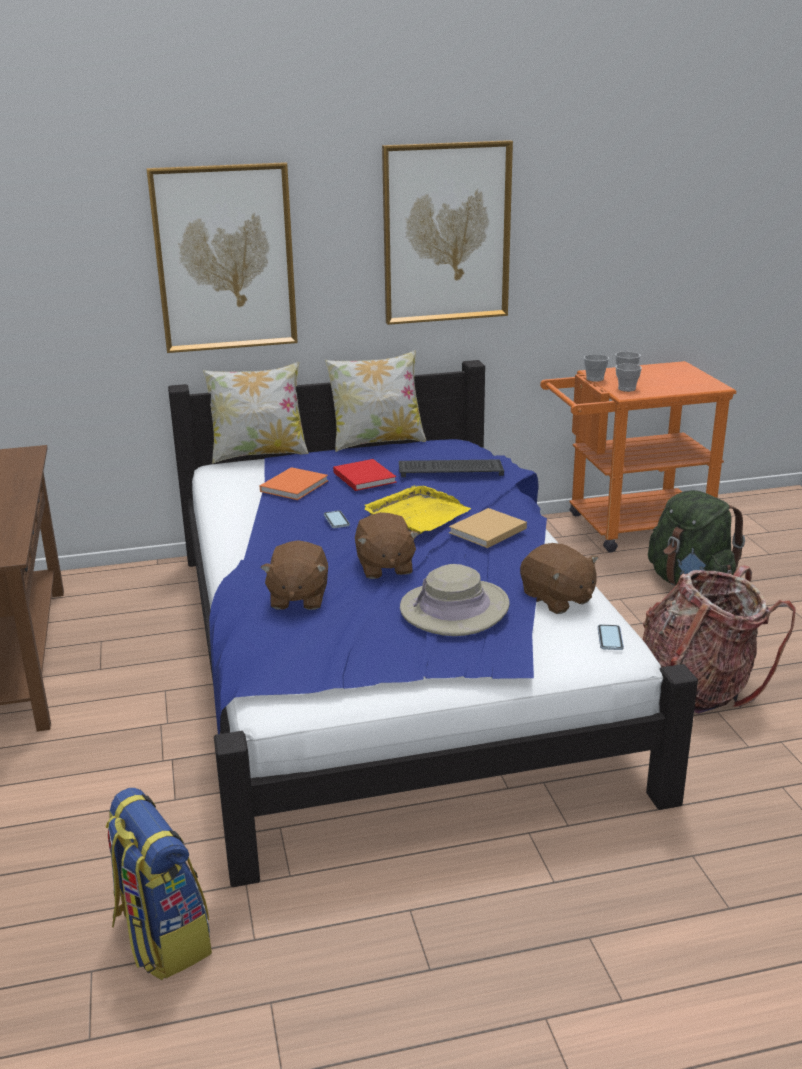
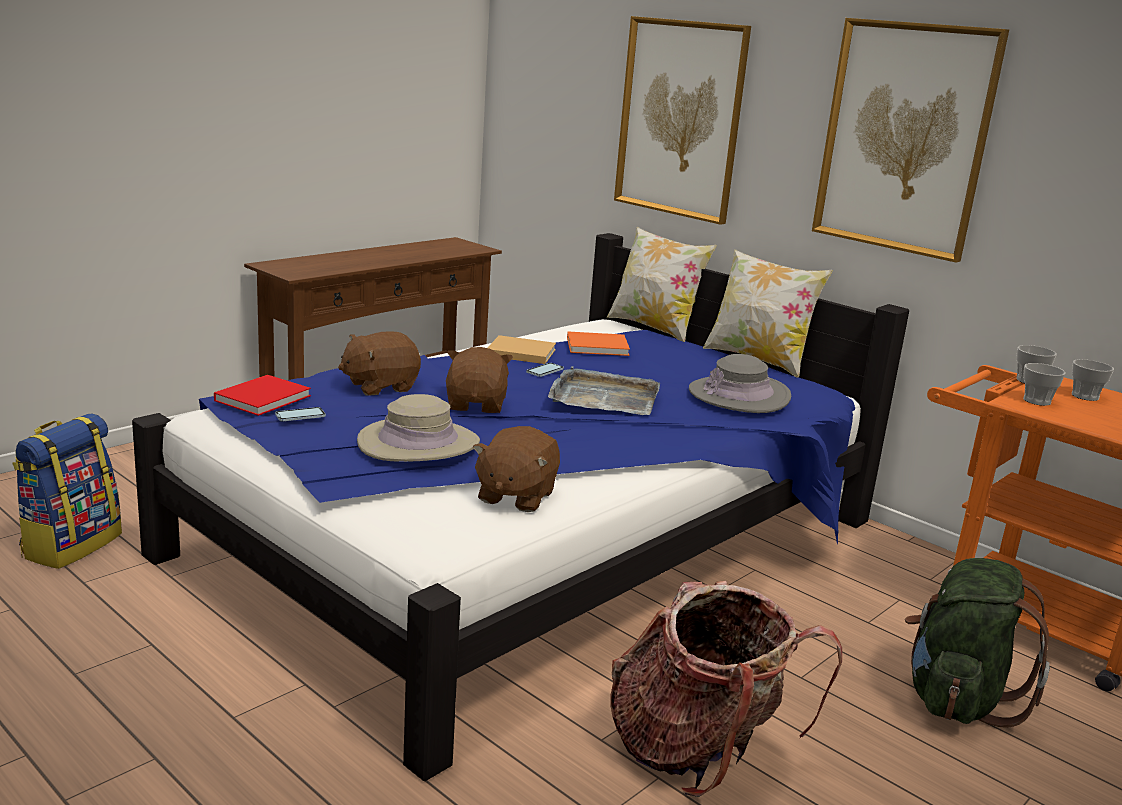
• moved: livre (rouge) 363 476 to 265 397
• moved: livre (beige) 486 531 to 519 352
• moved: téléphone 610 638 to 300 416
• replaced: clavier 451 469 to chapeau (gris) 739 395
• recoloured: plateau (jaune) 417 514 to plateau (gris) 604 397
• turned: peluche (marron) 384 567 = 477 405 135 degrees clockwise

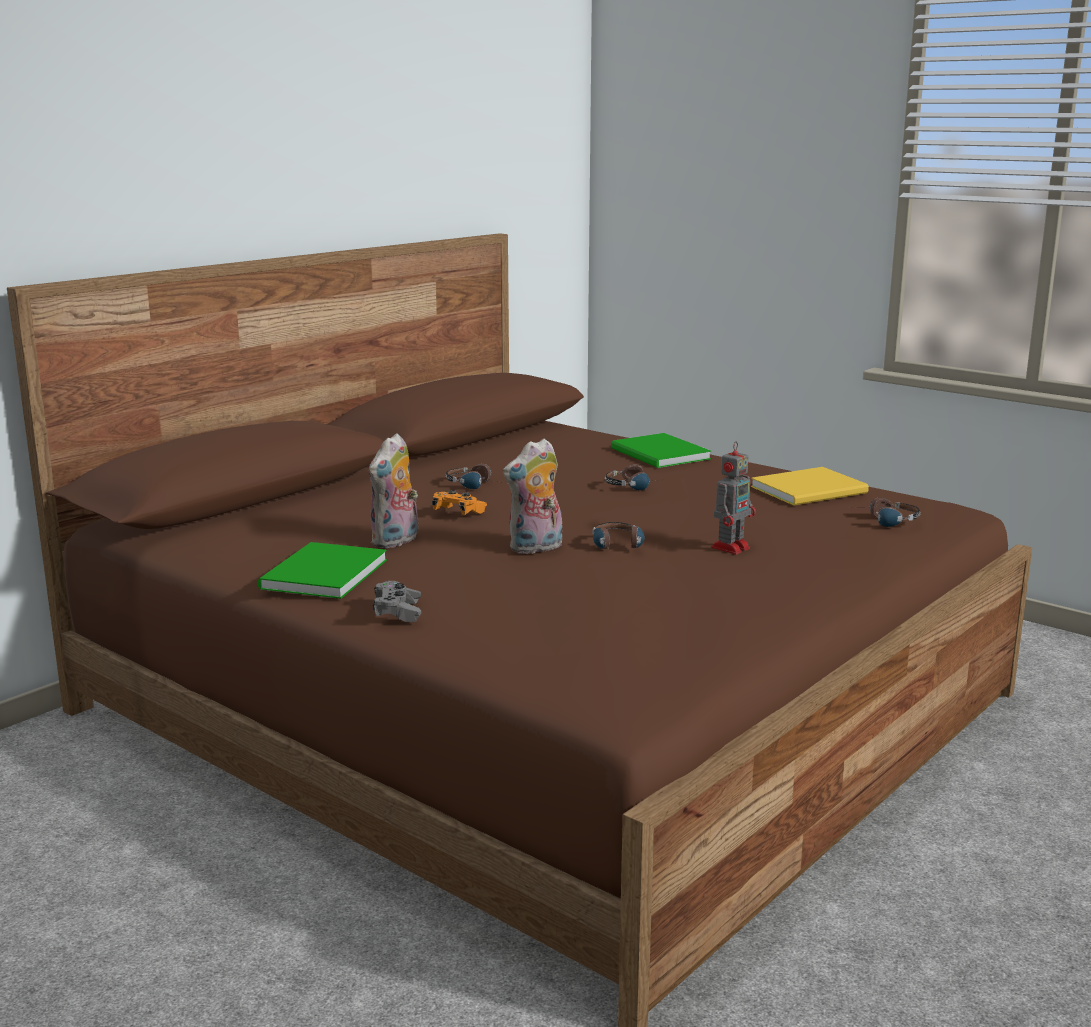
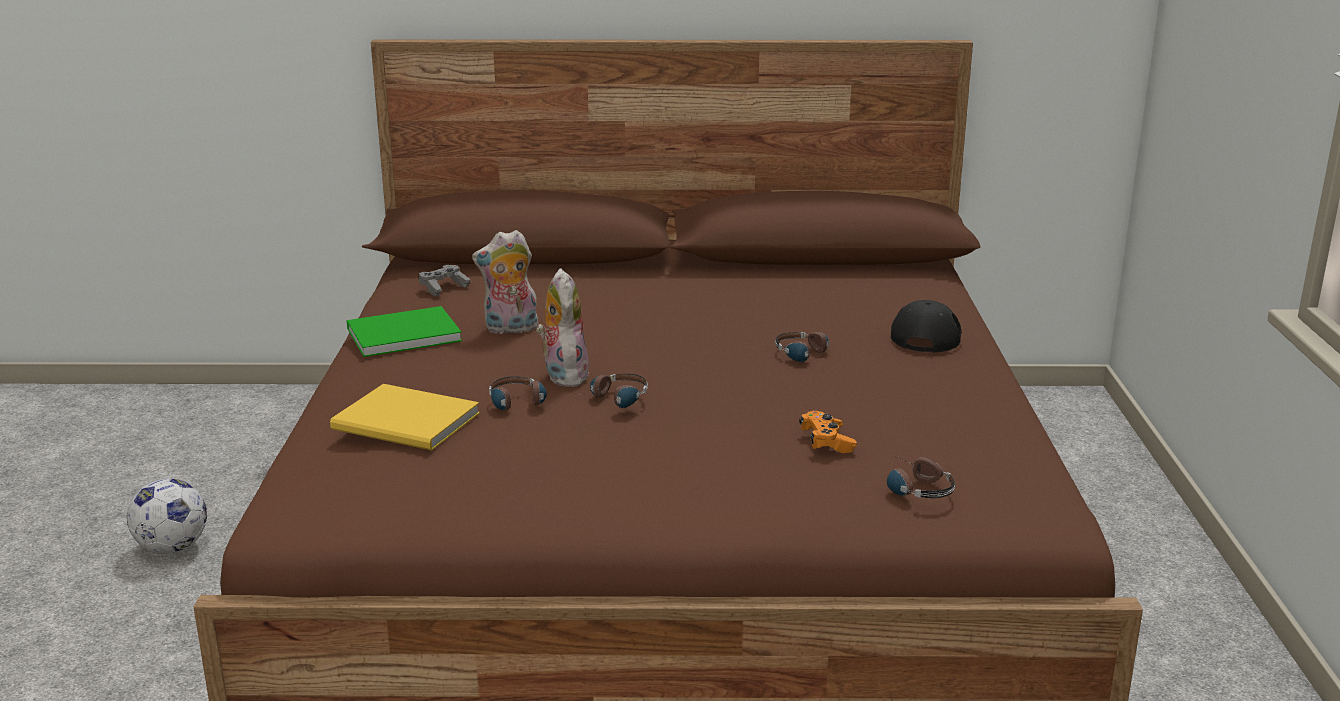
• removed: robot jouet 731 547
• added: ballon de foot 173 548
• moved: manette (gris) 397 612 to 443 288
• moved: manette (orange) 458 512 to 826 442
• moved: casque audio 476 484 to 519 405
• moved: livre (jaune) 812 490 to 407 423
• replaced: livre (vert) 659 454 to casquette (noir) 927 334
• turned: peluche 536 548 = 563 375 60 degrees clockwise

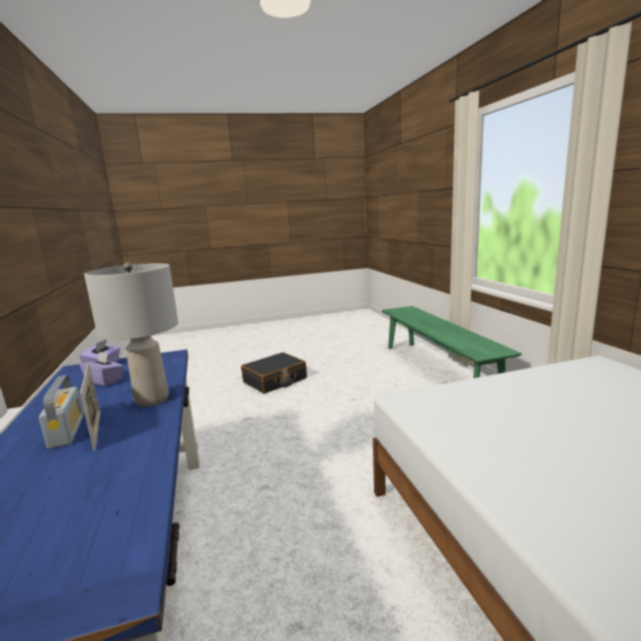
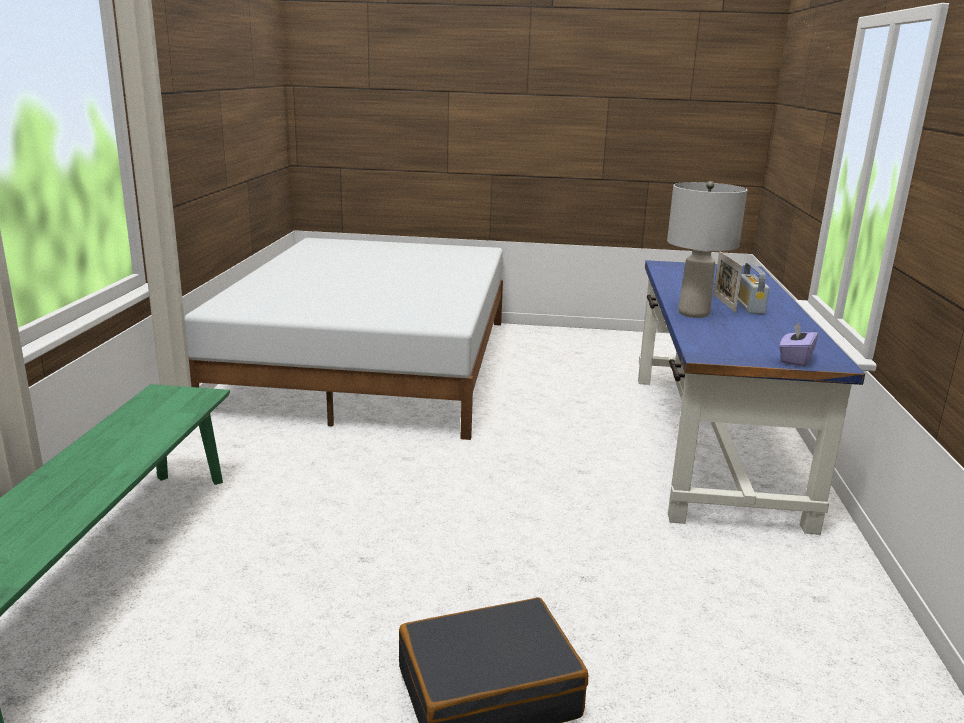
• removed: boîte à mouchoirs (violet) 105 381

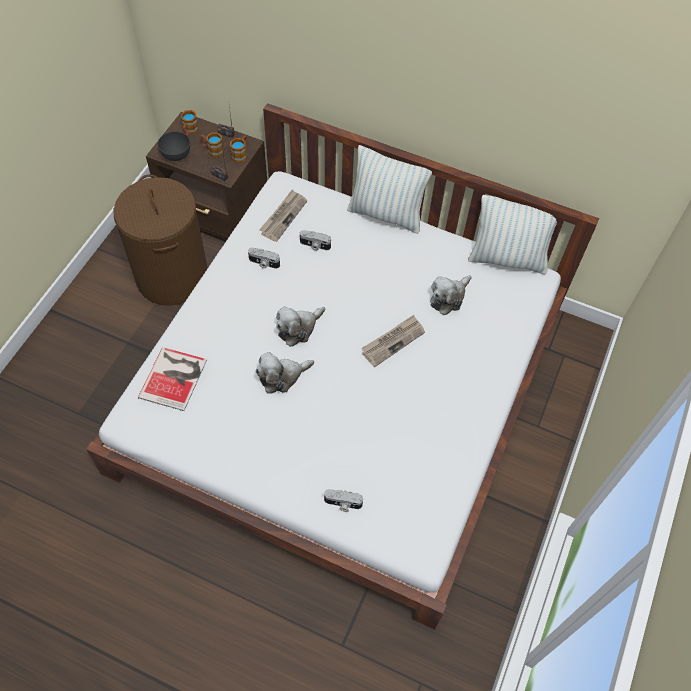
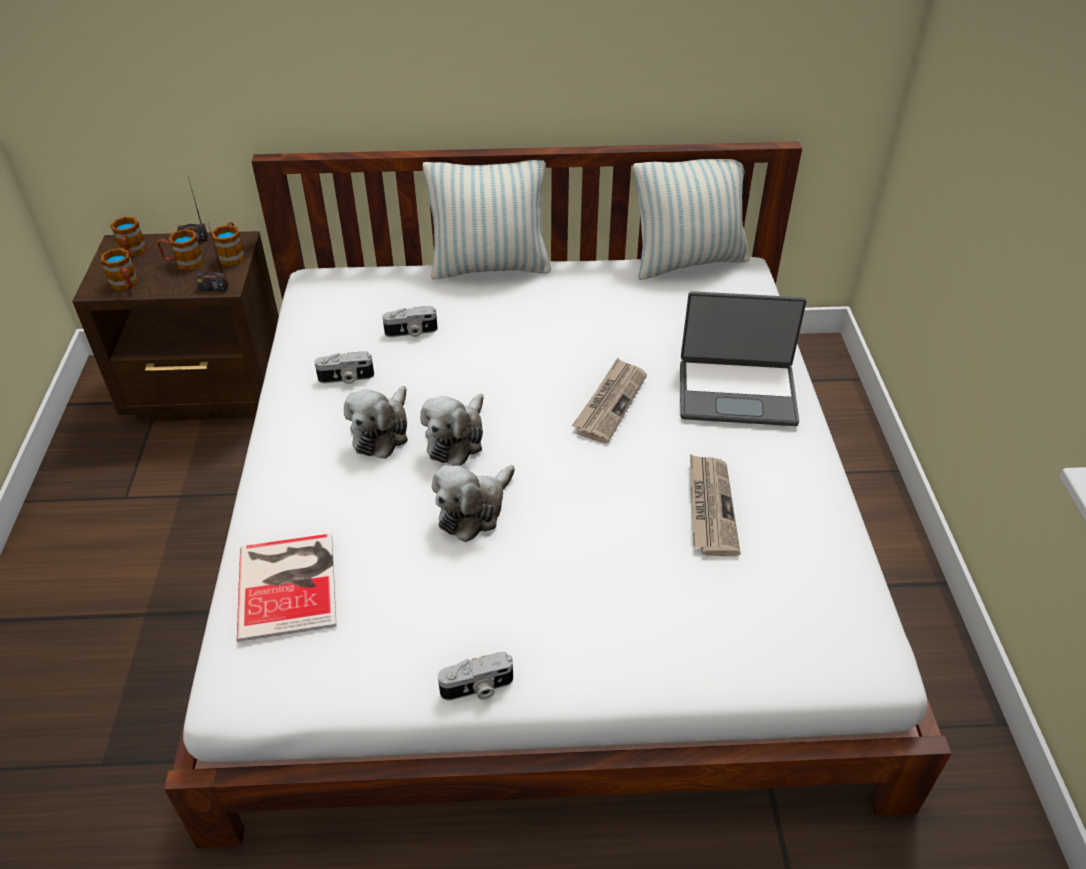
• removed: panier à linge (marron) 173 277
• added: ordinateur portable 737 392
• moved: journal 283 216 to 710 507
• moved: appareil photo 342 504 to 477 688
• moved: peluche 448 298 to 382 431
• replaced: bol (gris) 176 155 to mug 126 285

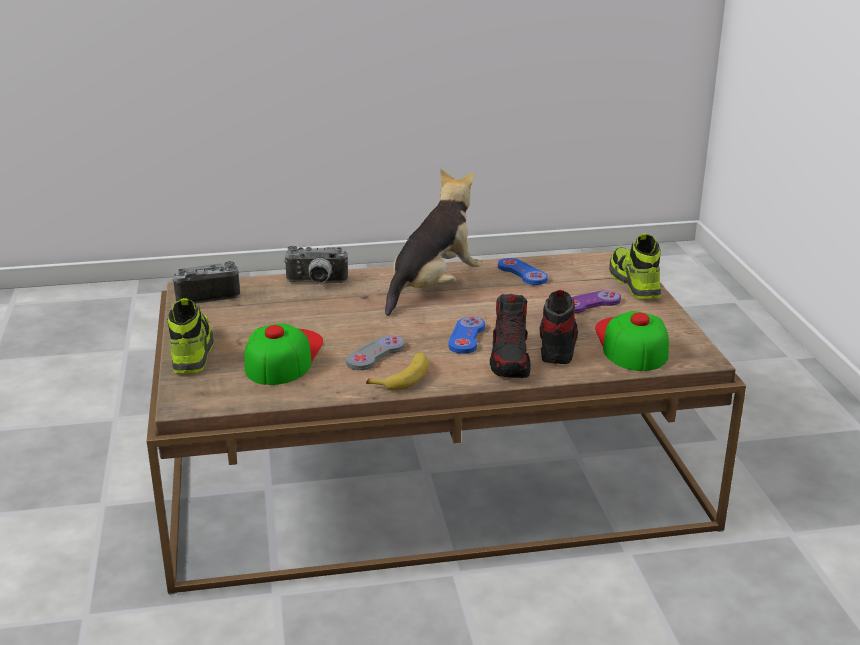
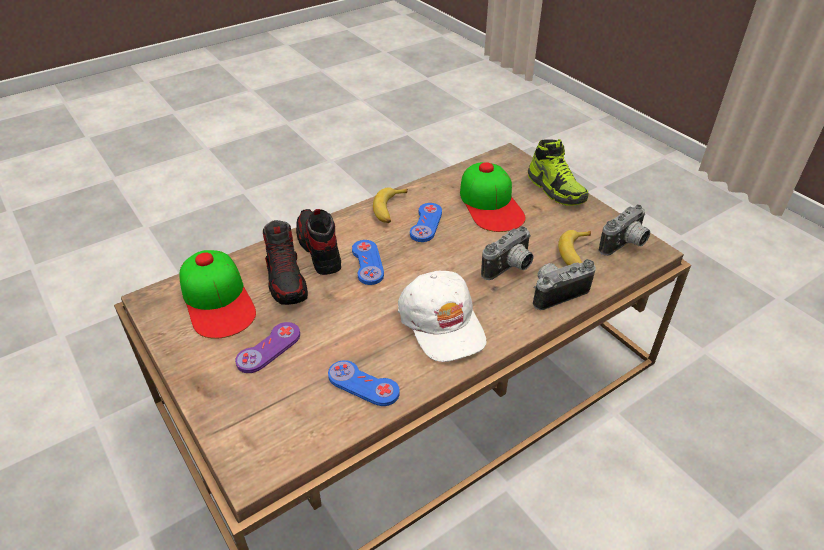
• removed: chaussure 634 283
• added: appareil photo 510 269
• added: banane 576 255
• replaced: peluche 433 288 to casquette (blanc) 442 323
• recoloured: manette (gris) 375 355 to manette (bleu) 426 223

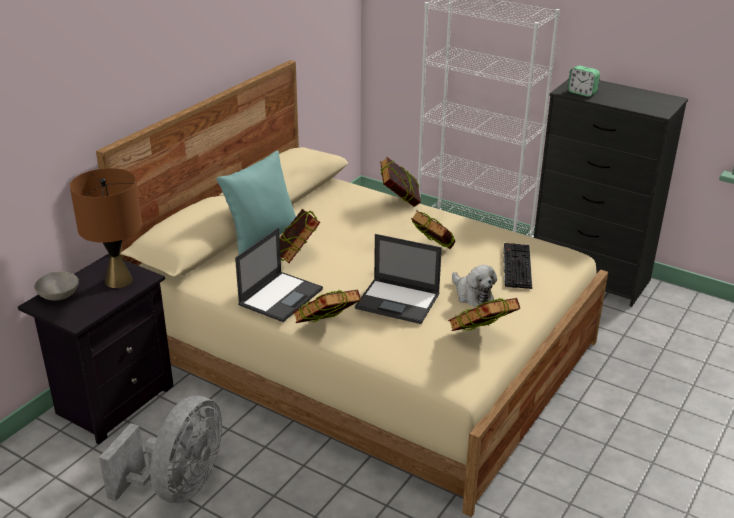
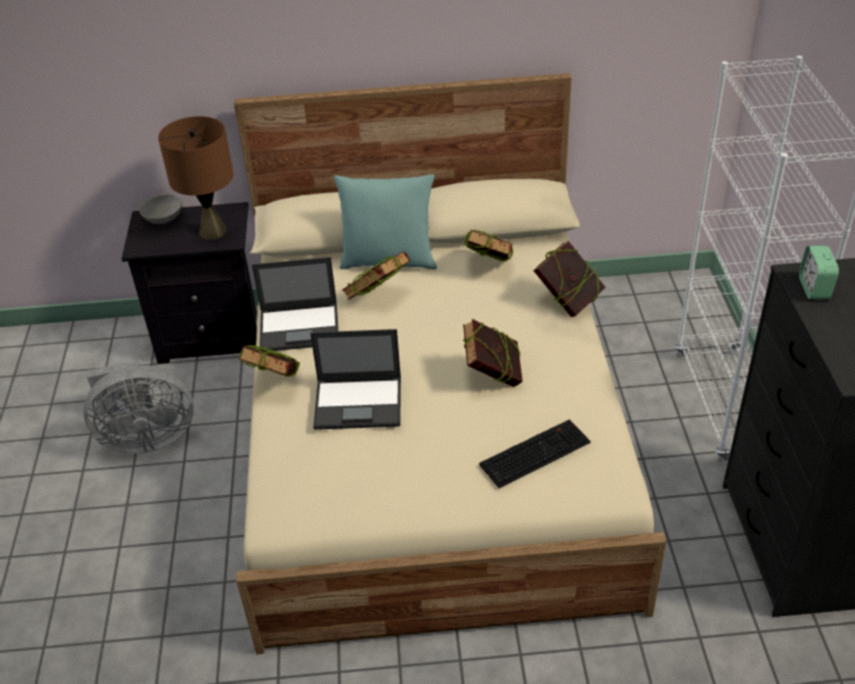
• removed: peluche 472 295
• moved: livre 481 338 to 489 269
• turned: ordinateur portable 398 301 = 359 403 75 degrees counterclockwise

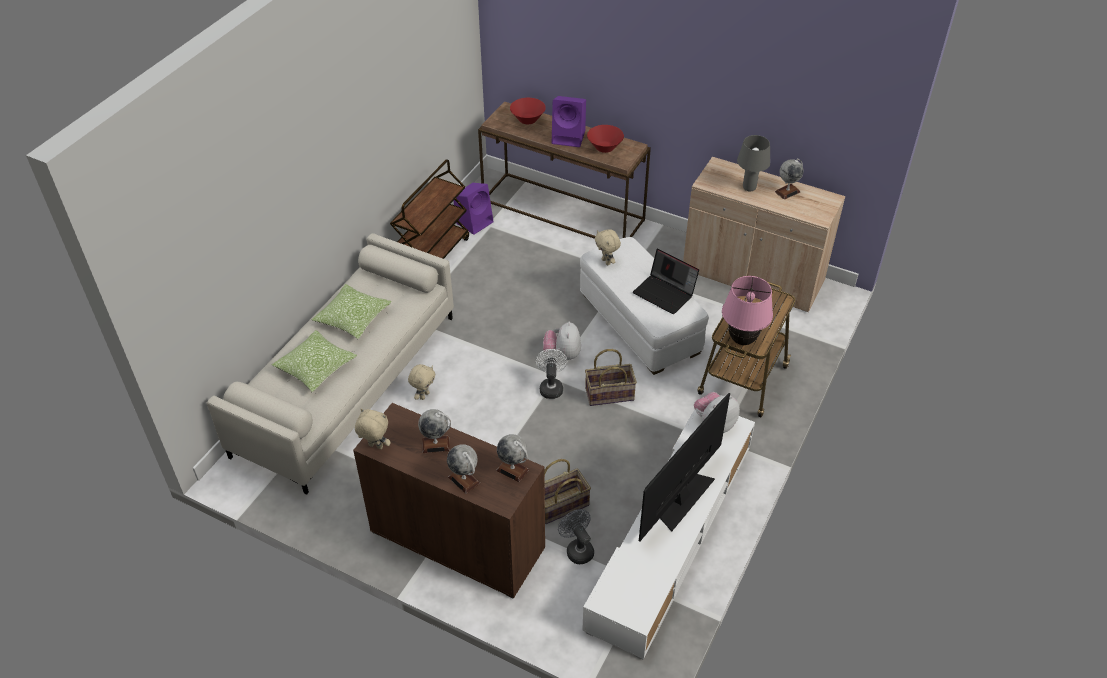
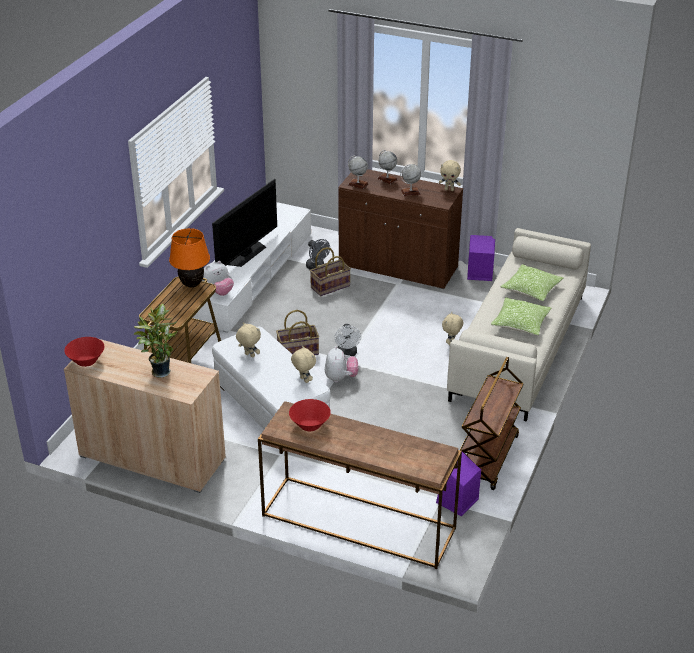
• removed: globe 787 192
• moved: bol (rouge) 527 120 to 86 361
• moved: enceinte (violet) 569 137 to 479 273
• replaced: ordinateur portable 665 293 to peluche (beige) 249 355
• replaced: lampe de table (gris) 748 188 to plante en pot 160 371
• recoloured: lampe de table (rose) 742 340 to lampe de table (orange) 192 284

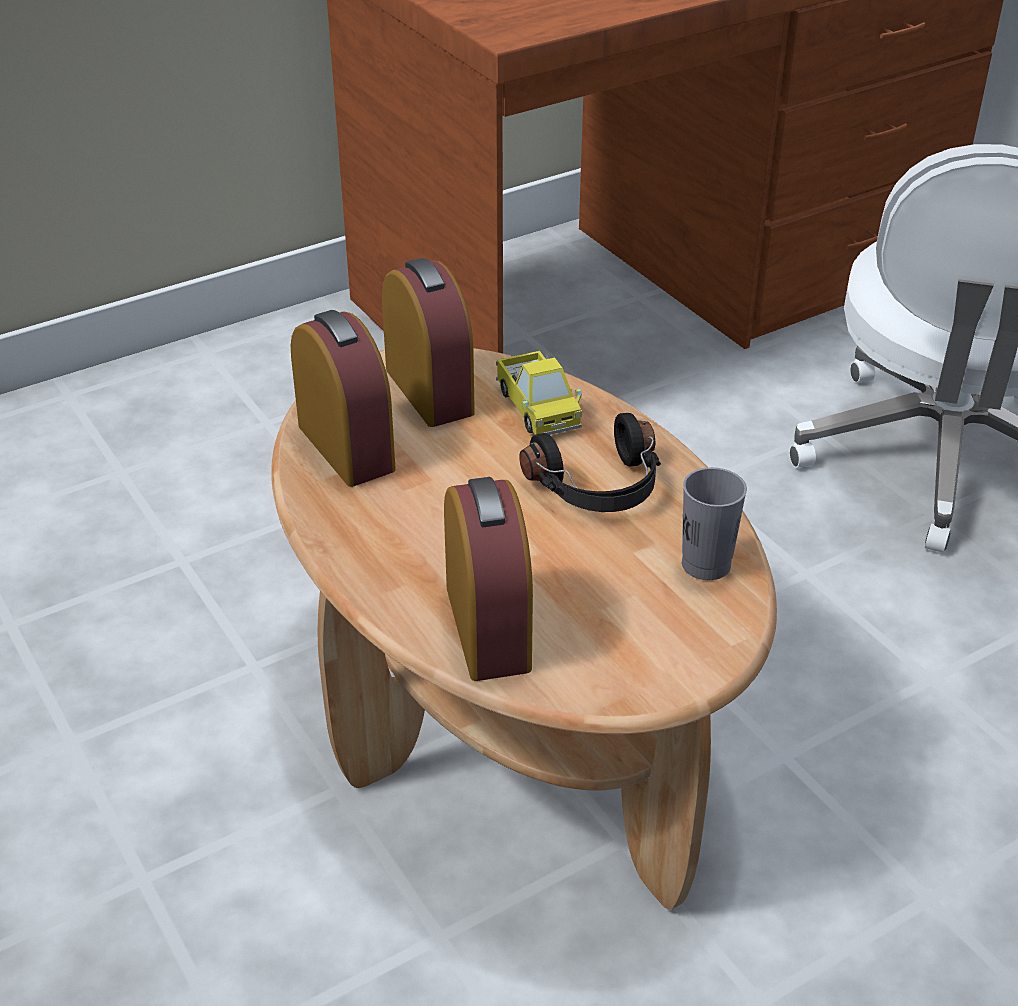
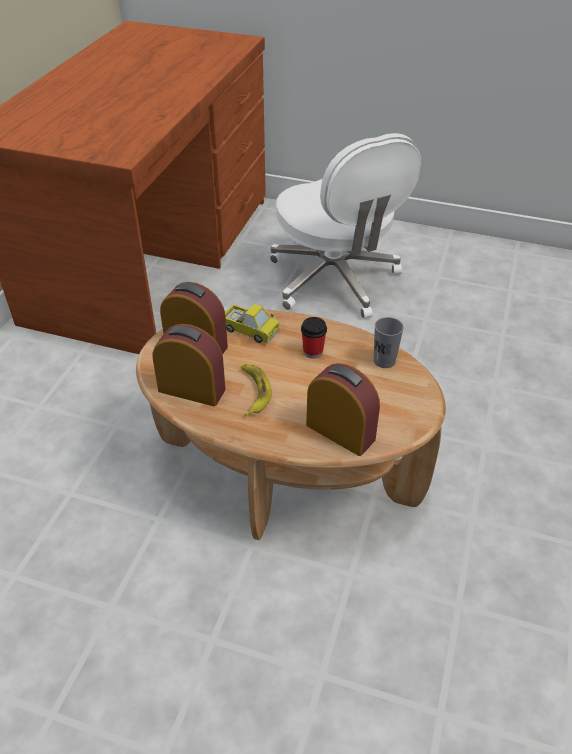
• added: banane 253 391
• replaced: casque audio (noir) 599 488 to tasse 313 351

